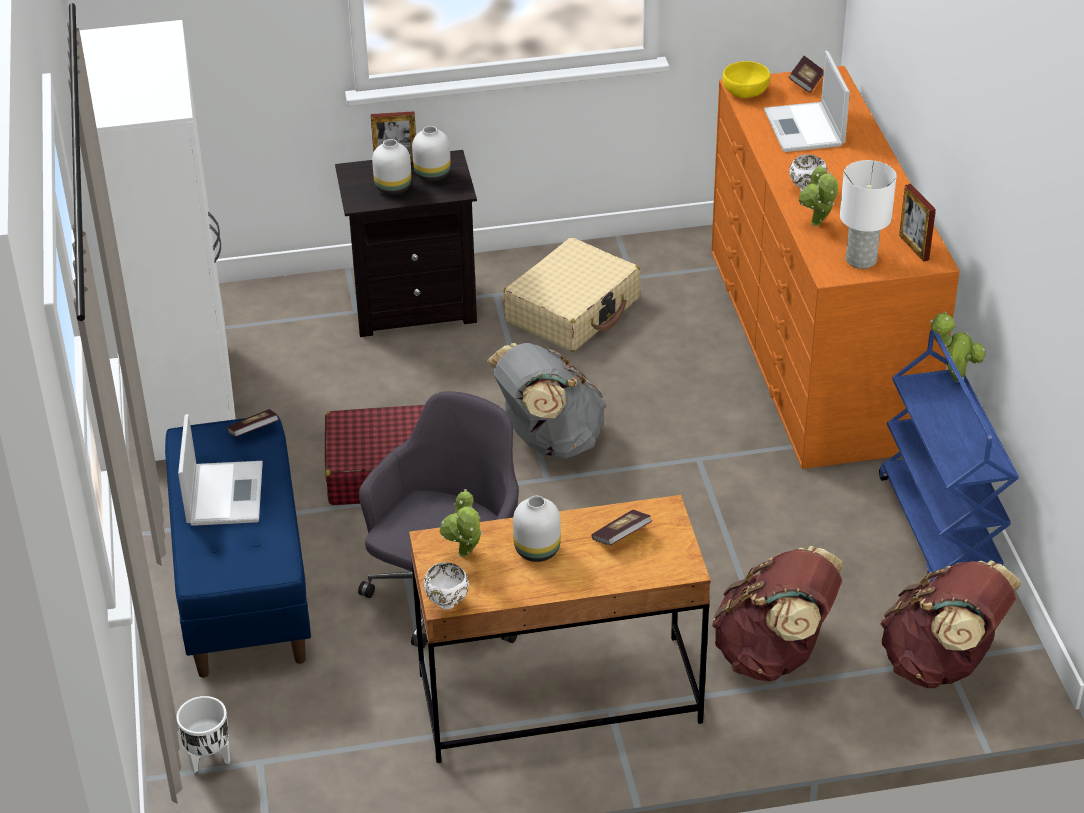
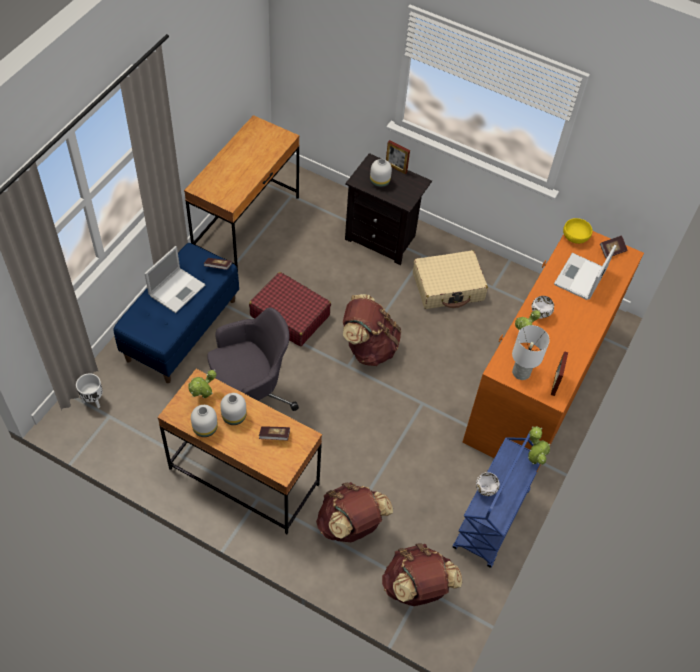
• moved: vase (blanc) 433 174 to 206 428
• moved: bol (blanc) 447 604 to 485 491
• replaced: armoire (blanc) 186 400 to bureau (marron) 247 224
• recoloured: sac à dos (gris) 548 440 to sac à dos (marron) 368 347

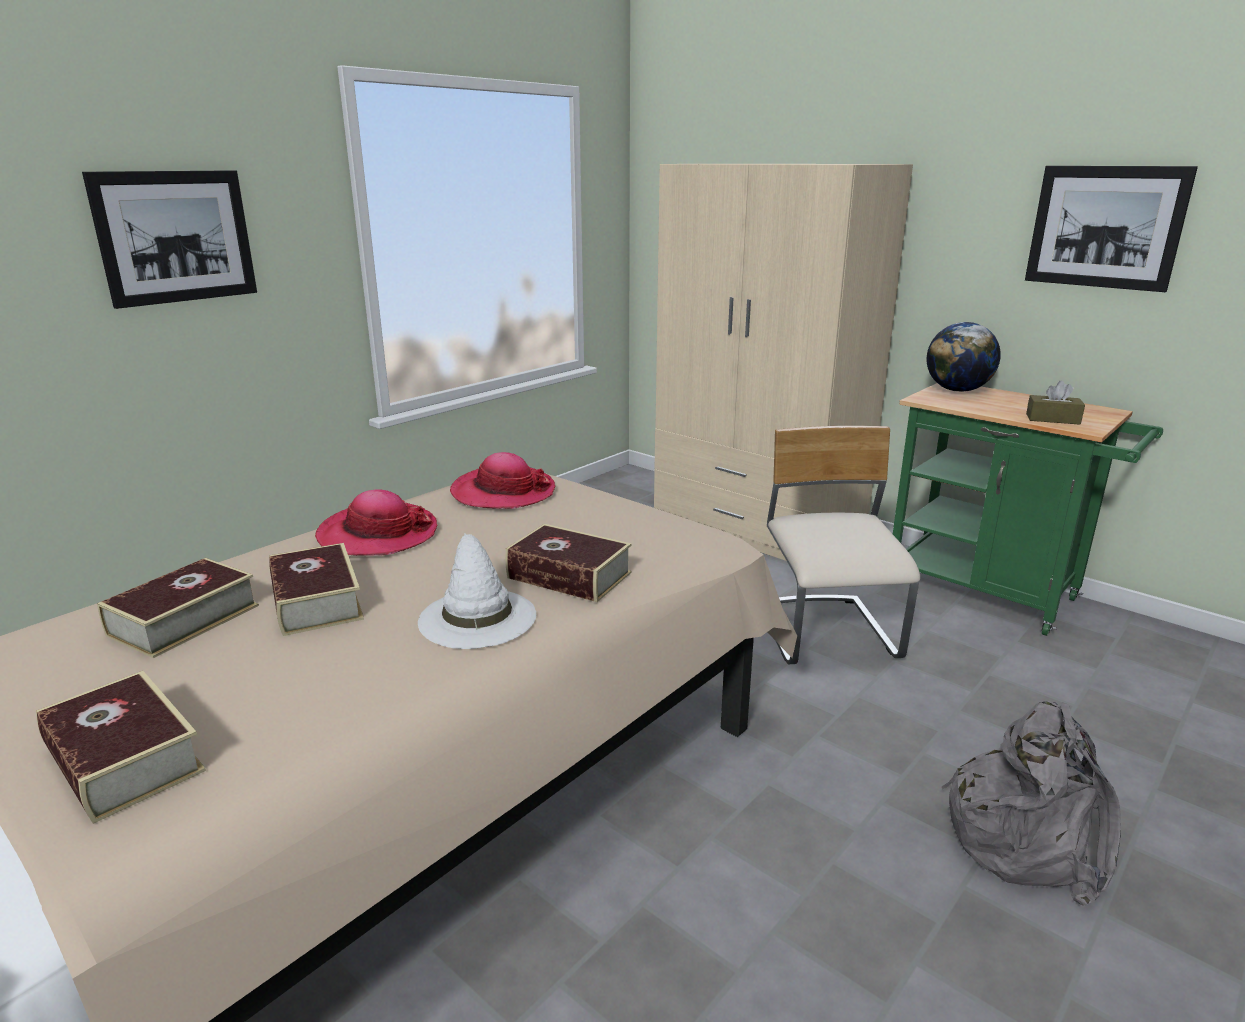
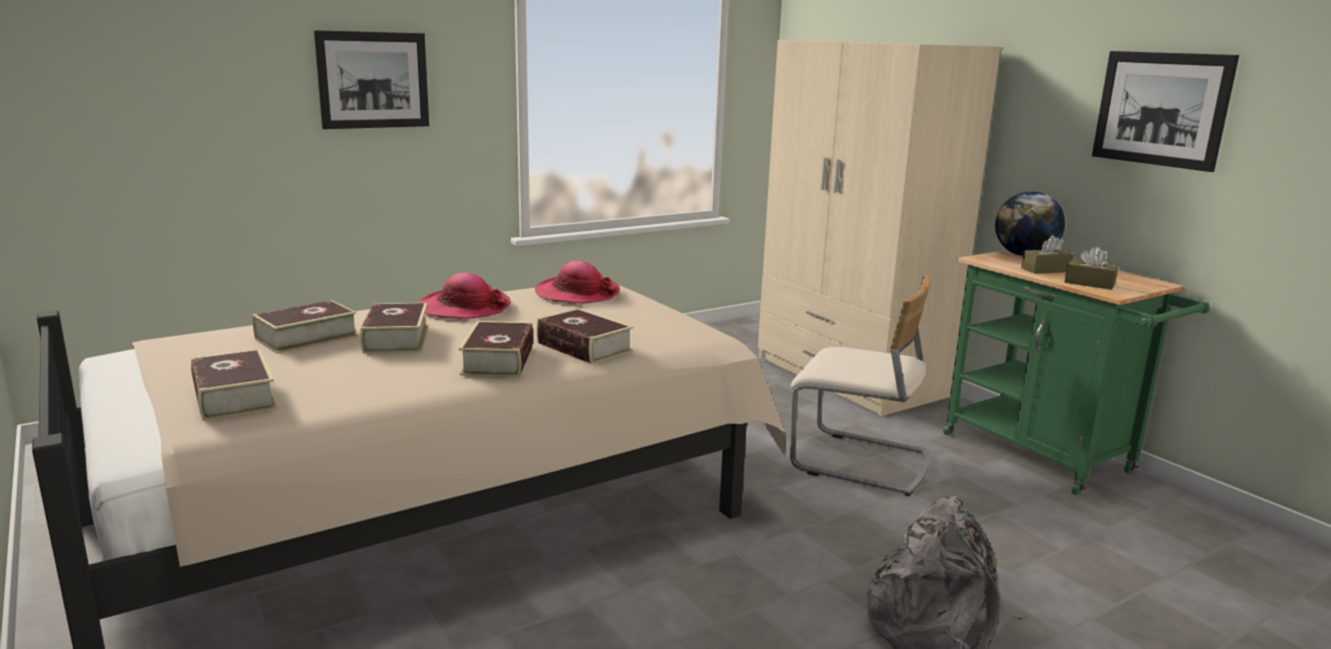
• added: boîte à mouchoirs (marron) 1045 270
• replaced: chapeau (blanc) 476 616 to livre 498 360
• turned: chaise (beige) 827 634 = 860 462 105 degrees clockwise

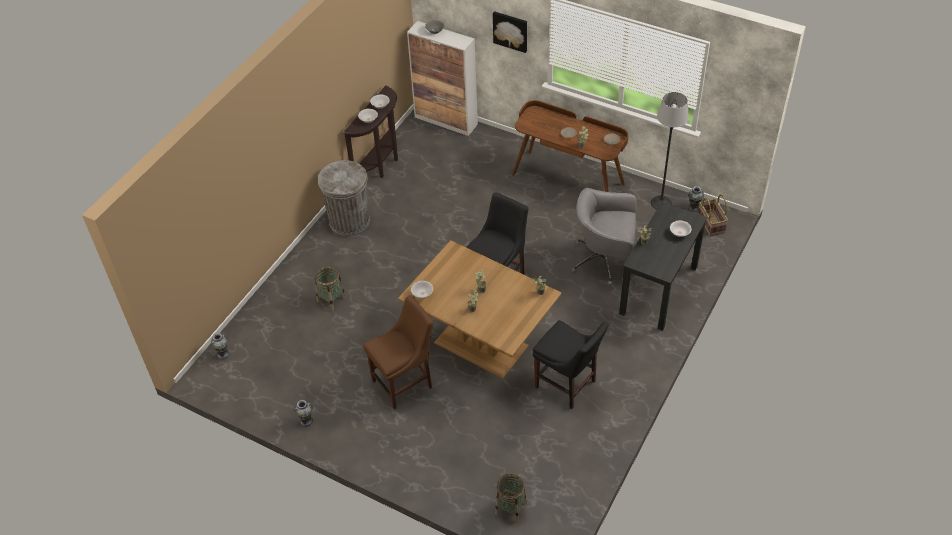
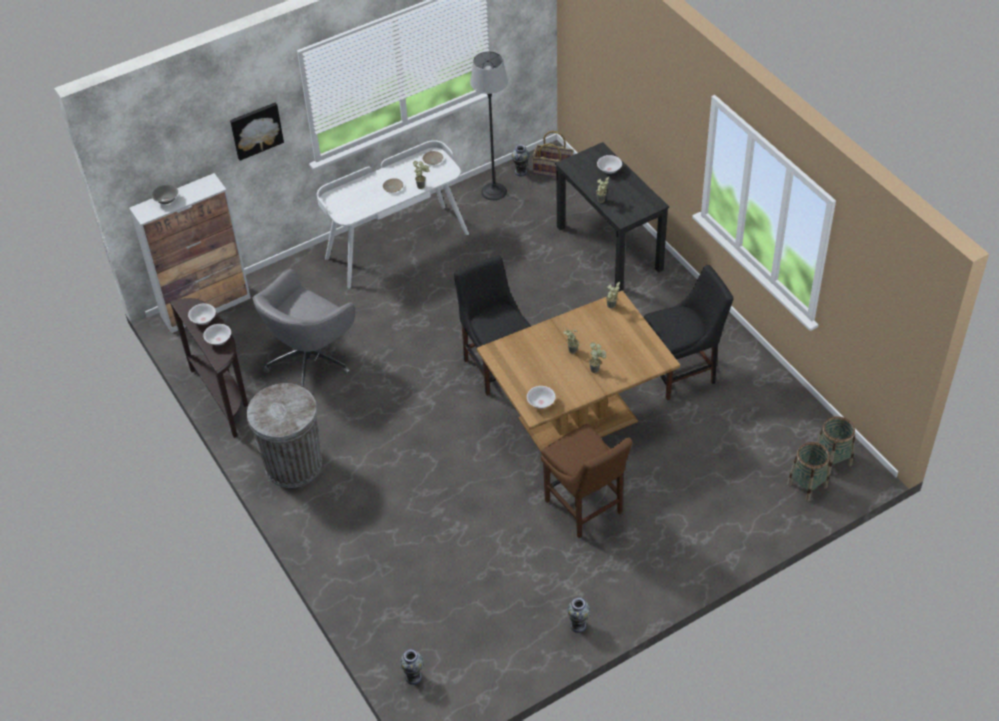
• moved: panier 331 299 to 832 460
• moved: chaise de bureau (gris) 604 261 to 311 360
• recoloured: bureau (marron) 568 179 to bureau (blanc) 396 245
• turned: chaise (marron) 405 383 = 585 509 150 degrees clockwise

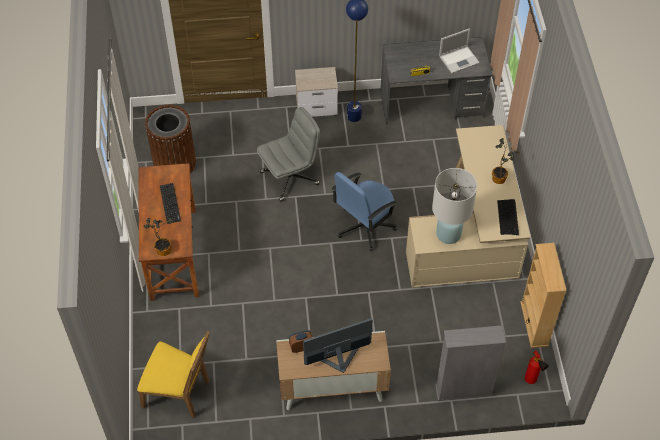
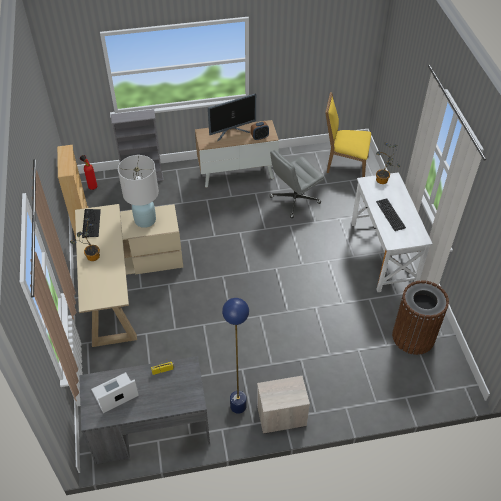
• removed: chaise de bureau (bleu) 364 226
• moved: chaise de bureau (gris) 290 177 to 294 200
• recoloured: bureau (marron) 173 254 to bureau (blanc) 383 253

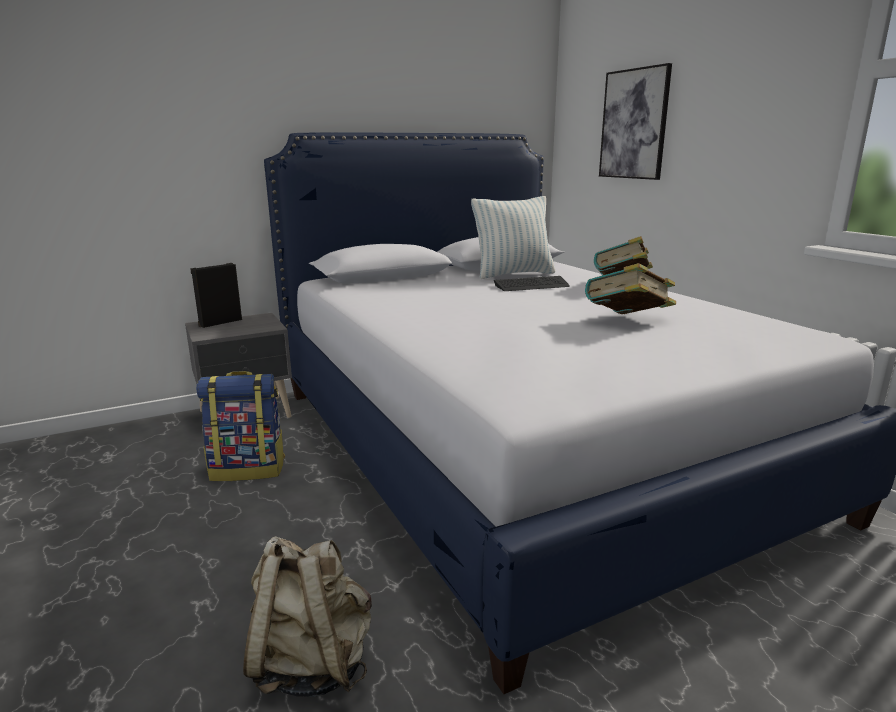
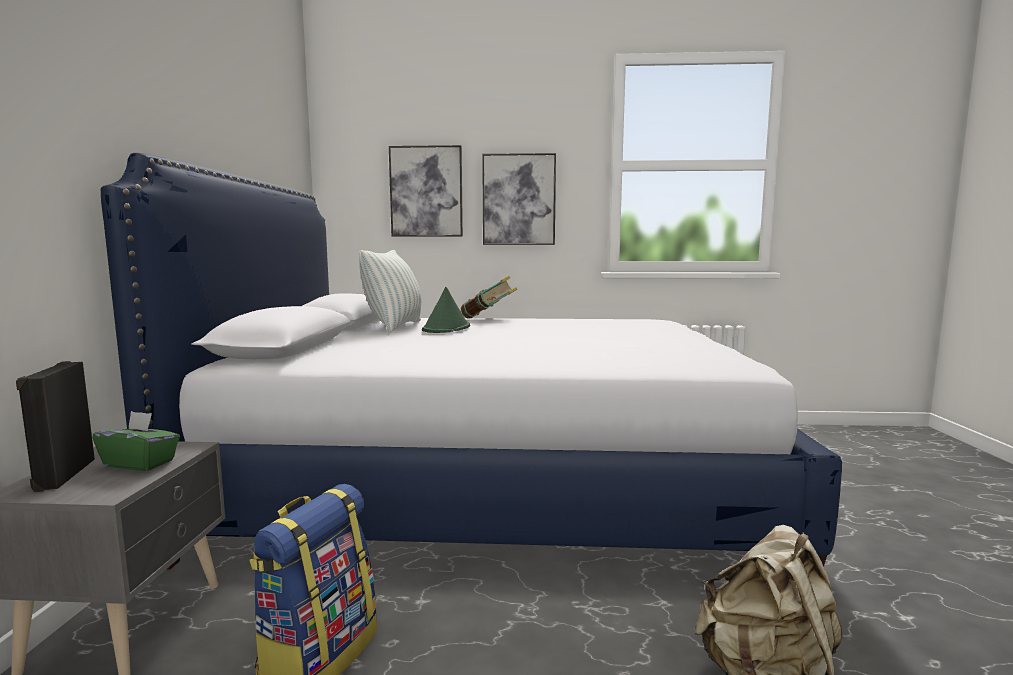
• removed: livre 627 322
• added: boîte à mouchoirs (vert) 140 463
• added: tableau 519 200
• replaced: clavier 531 286 to chapeau (vert) 446 329

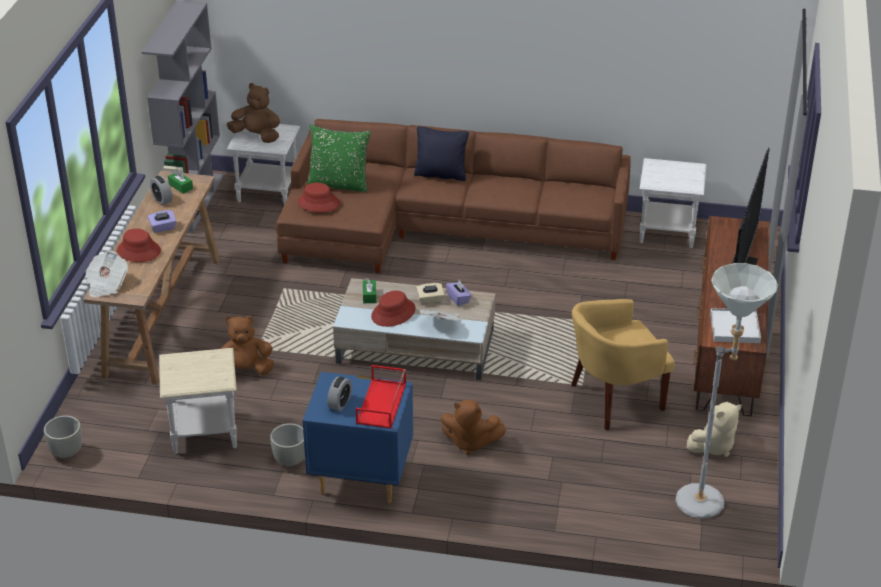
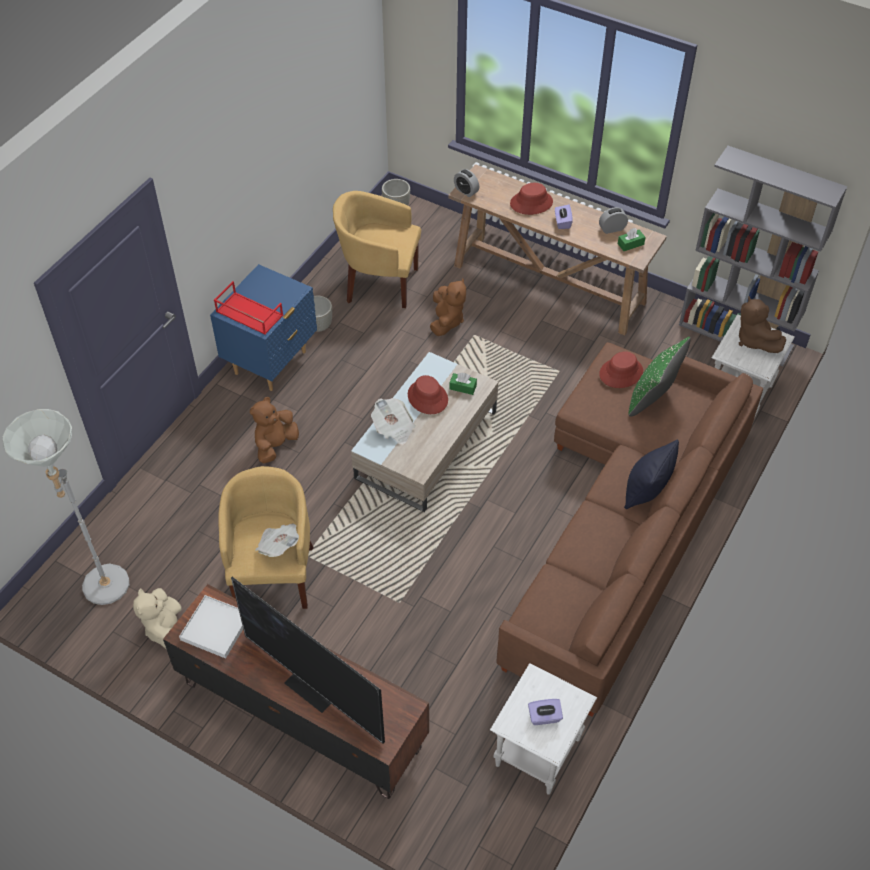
• removed: boîte à mouchoirs (beige) 430 300
• moved: journal 106 285 to 279 546
• moved: réveil 340 403 to 466 191
• moved: boîte à mouchoirs (violet) 458 299 to 544 717
• replaced: table d'appoint (beige) 203 433 to fauteuil (jaune) 379 283
• turned: peluche (marron) 257 136 = 754 340 120 degrees clockwise

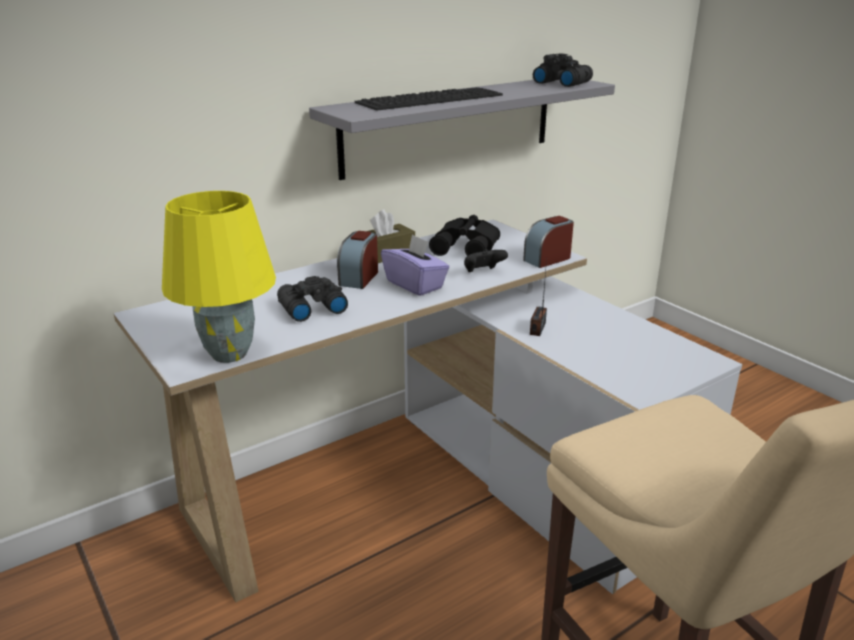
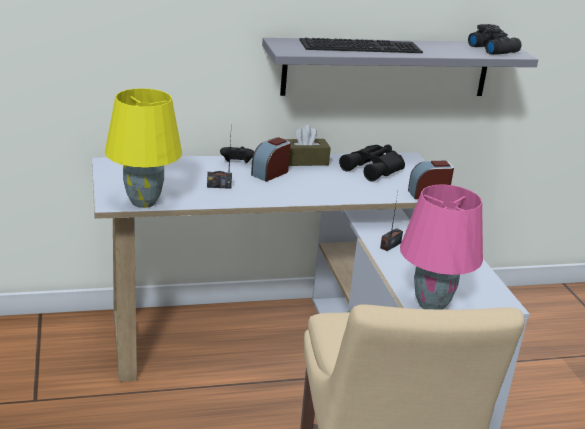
• removed: boîte à mouchoirs (violet) 415 285
• added: lampe de table (rose) 432 304
• moved: manette (noir) 483 272 to 237 164
• replaced: jumelles (noir) 311 308 to radio 219 186

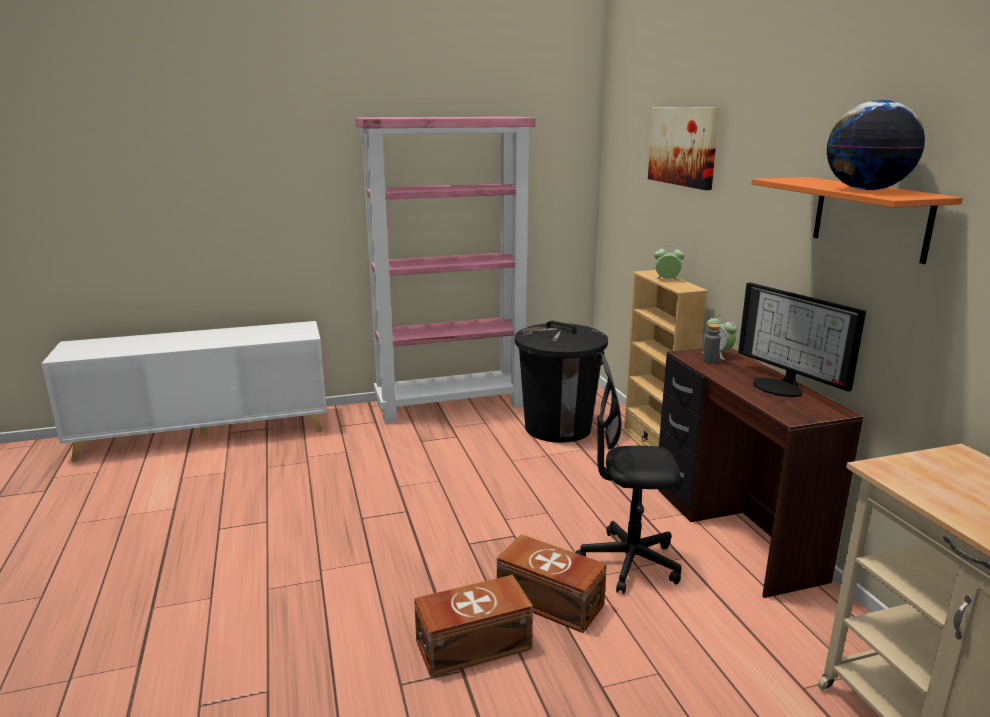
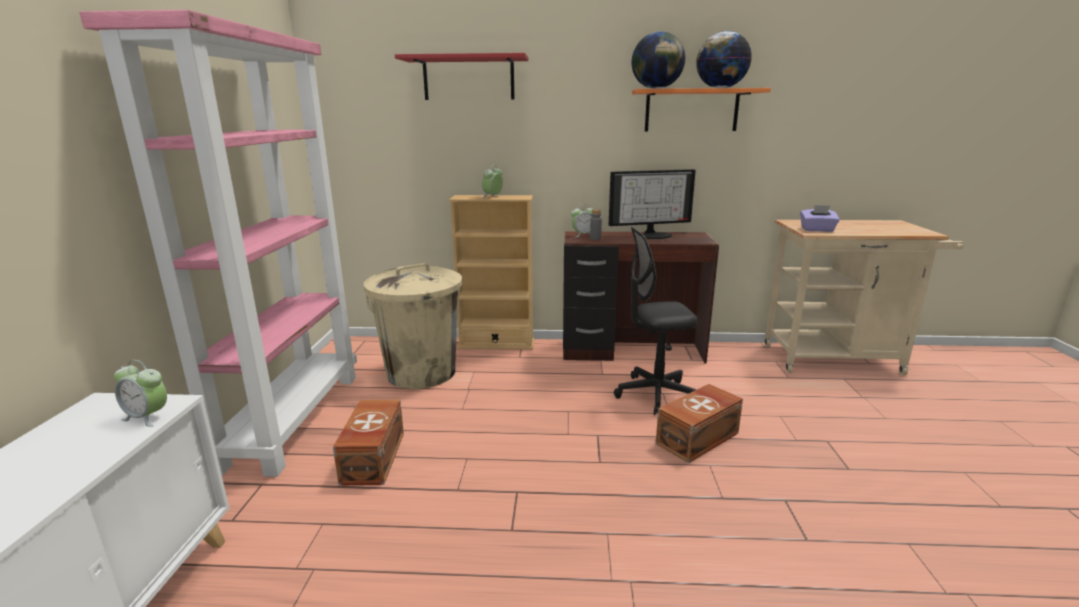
• added: réveil 147 417
• added: globe 656 88
• added: boîte à mouchoirs (violet) 817 230
• moved: boîte de rangement (marron) 471 644 to 371 458
• replaced: tableau 683 146 to étagère (rouge) 468 78
• recoloured: poubelle (noir) 558 428 to poubelle (beige) 422 372
• turned: chaise de bureau (noir) 629 562 = 655 394 60 degrees clockwise

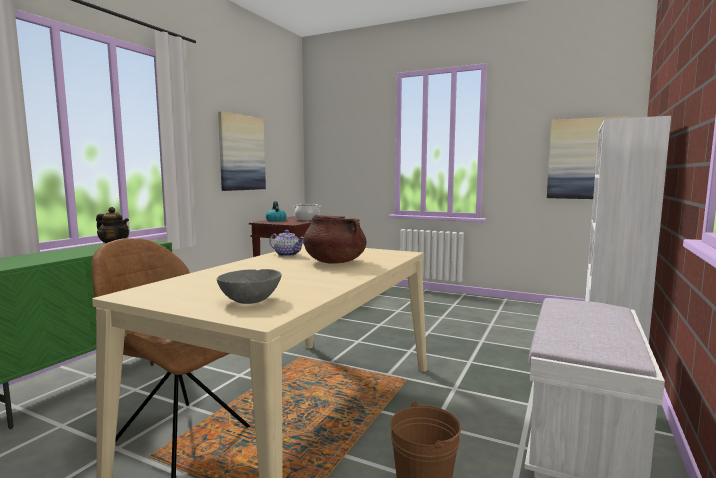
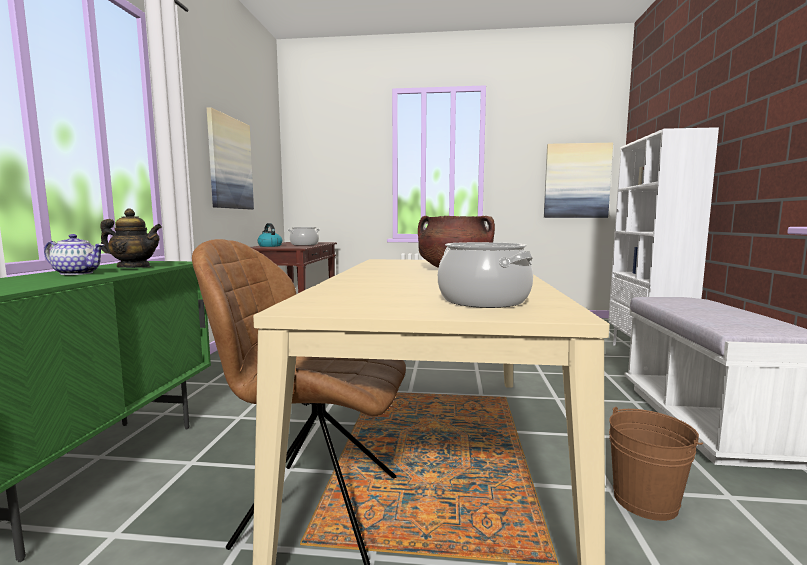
• moved: théière 287 254 to 78 273
• replaced: bol (gris) 250 300 to marmite 483 301

